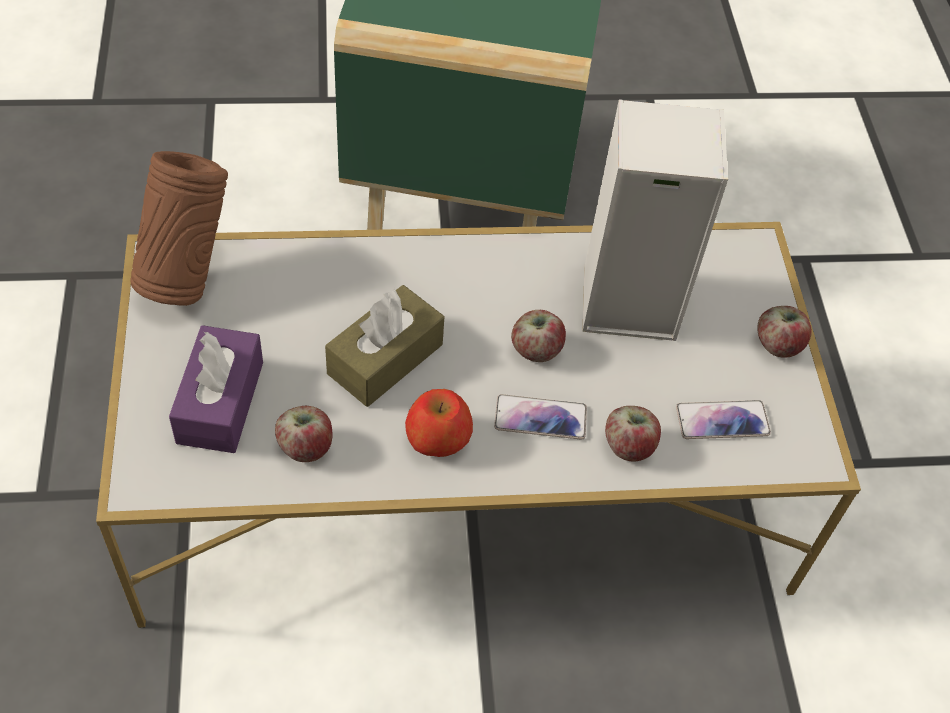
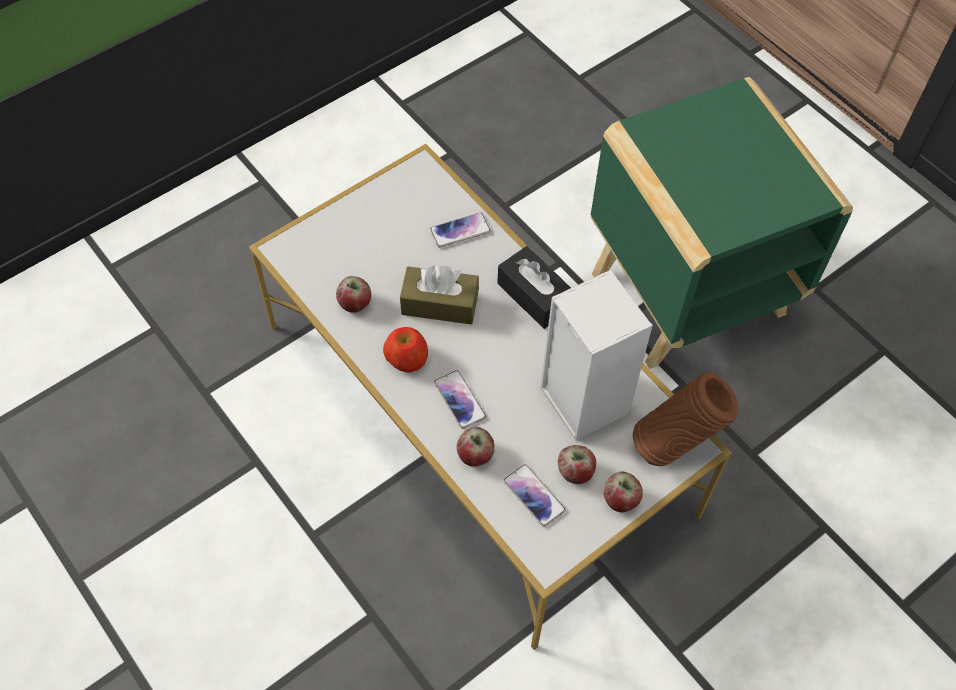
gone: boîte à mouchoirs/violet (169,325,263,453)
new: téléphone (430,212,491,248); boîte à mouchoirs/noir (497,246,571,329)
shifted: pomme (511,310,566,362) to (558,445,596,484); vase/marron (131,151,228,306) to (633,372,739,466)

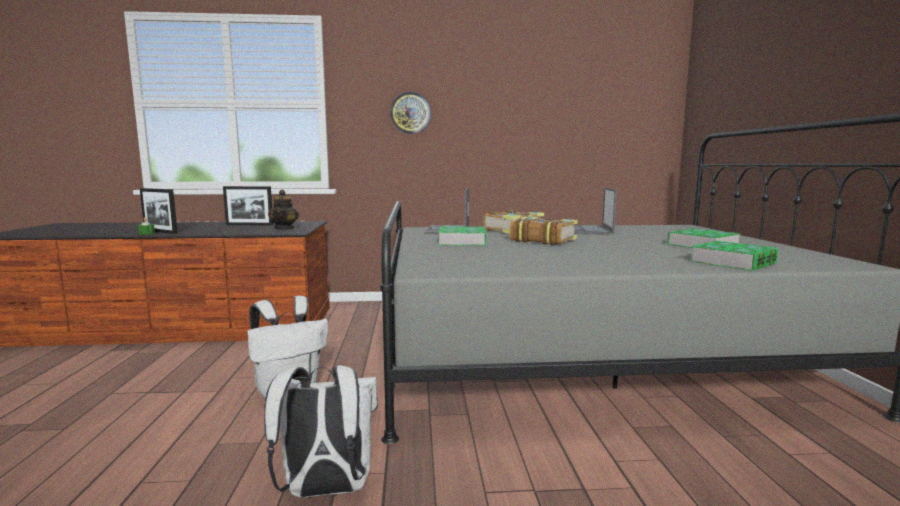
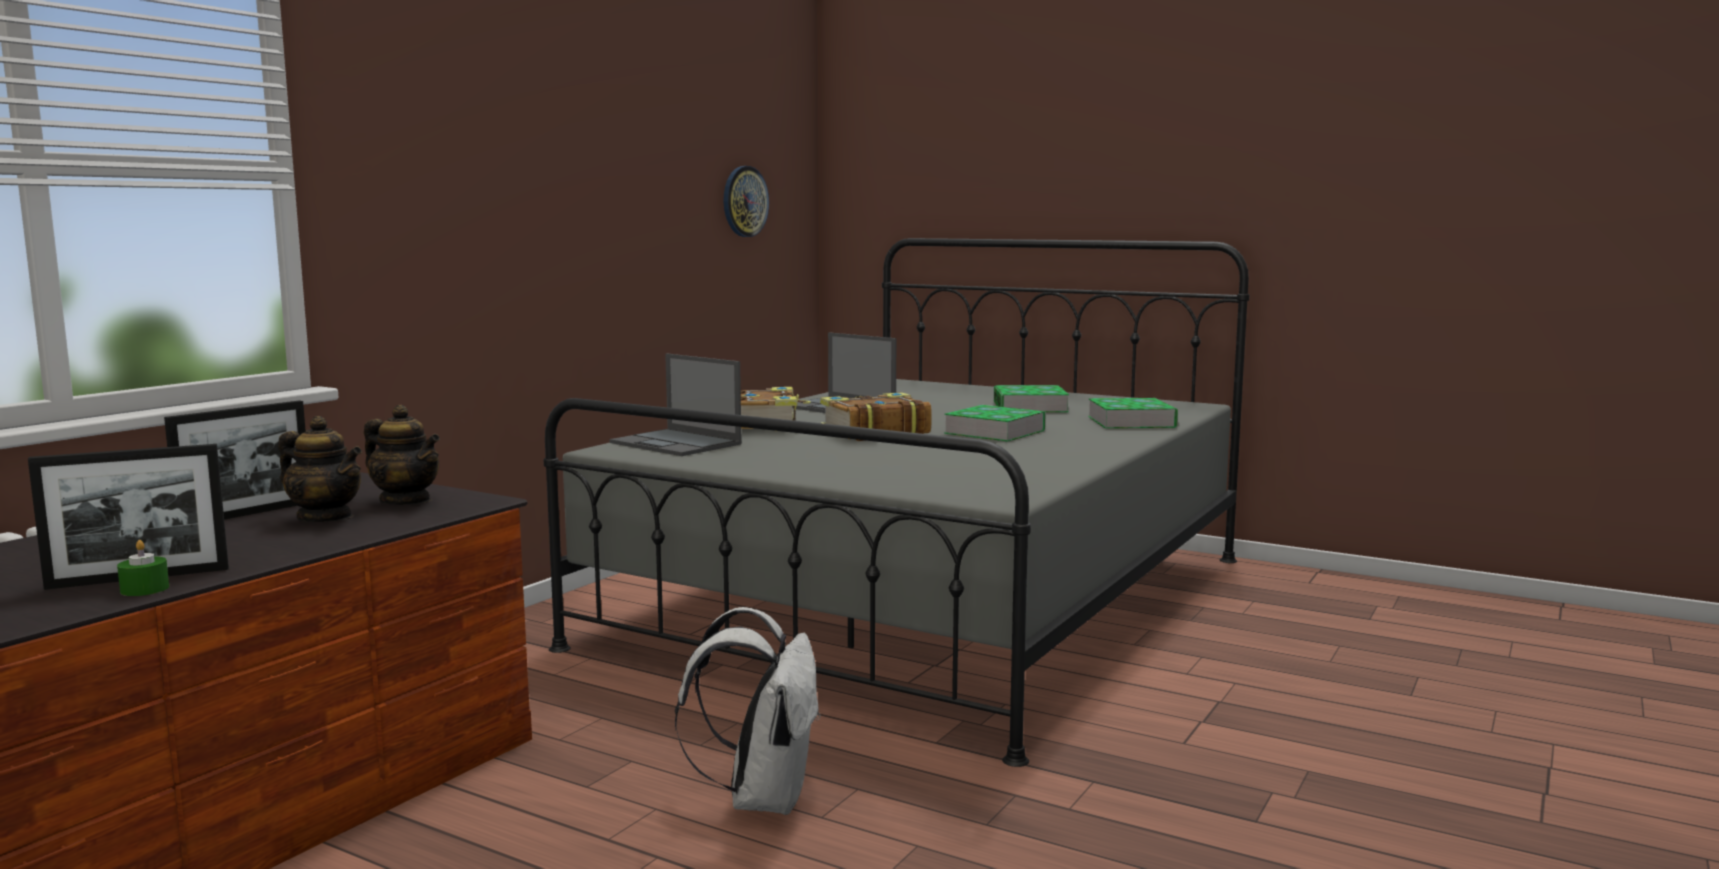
gone: sac à dos/blanc (264,365,378,498)
new: théière (278,416,362,522)
shifted: horloge murale (390,92,431,134) to (724,166,769,237); livre (438,227,487,245) to (944,405,1046,442)

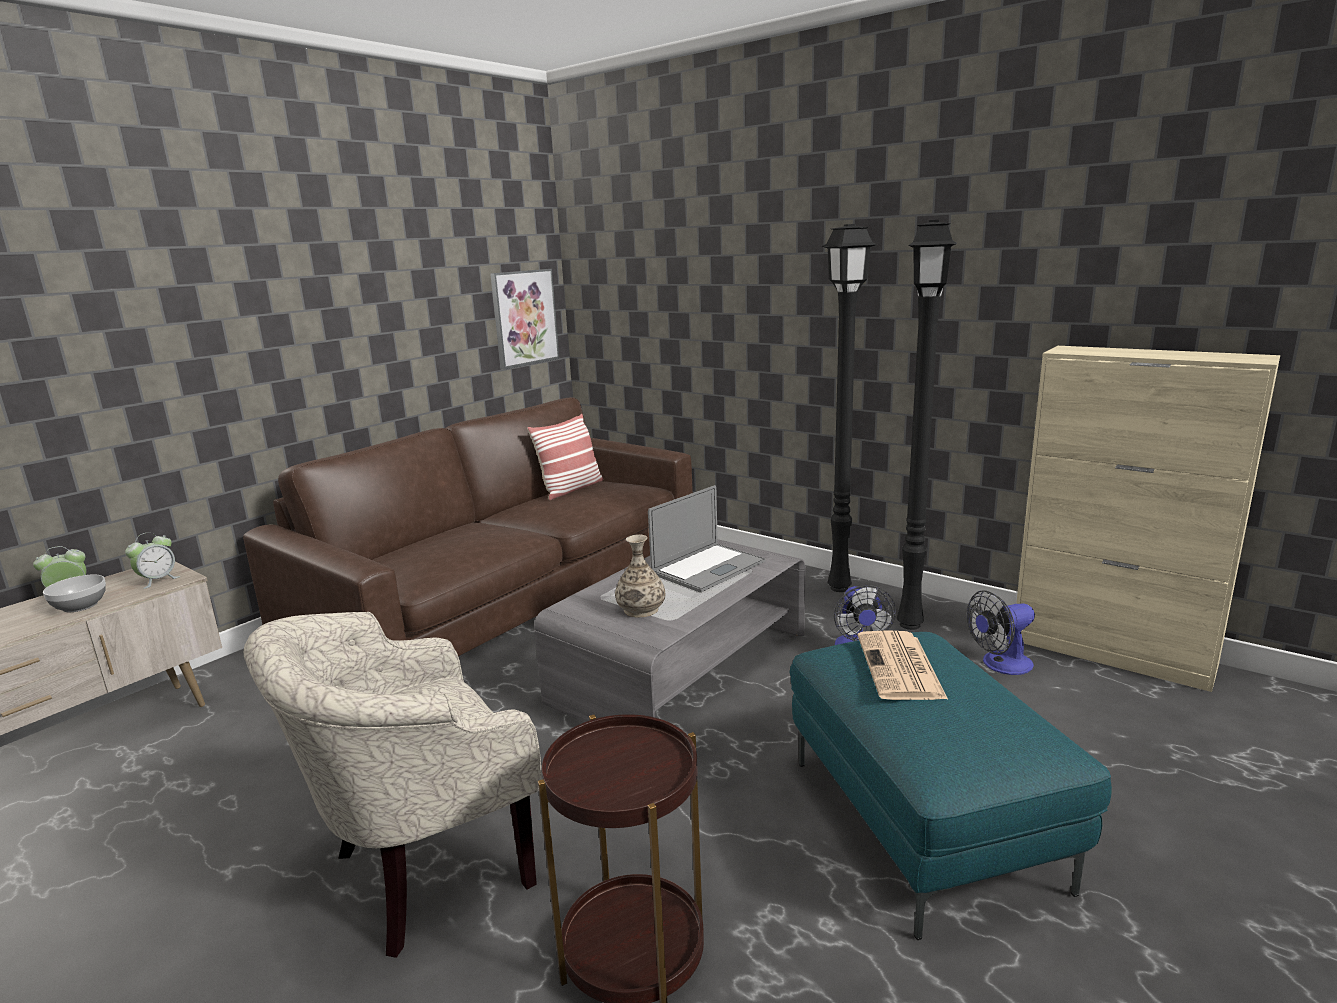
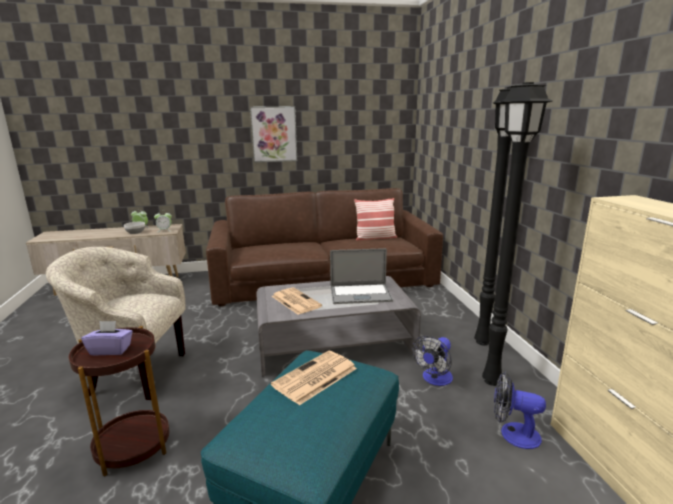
new: boîte à mouchoirs/violet (81,321,133,355)
shifted: tableau (490,269,560,370) to (250,106,297,162)
swapped: vase (615,534,665,617) to journal (272,288,322,315)

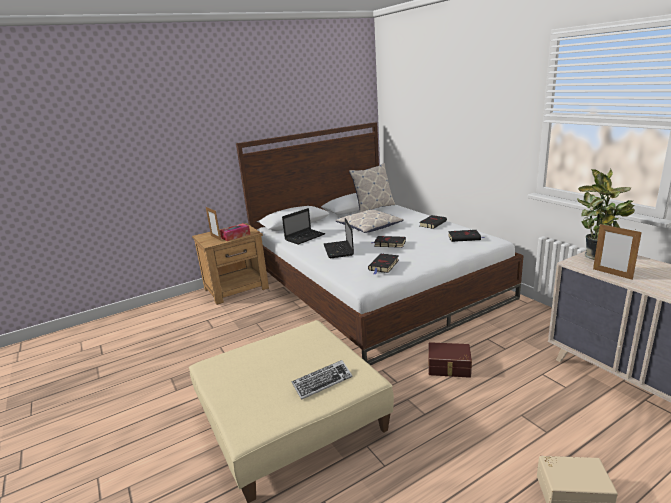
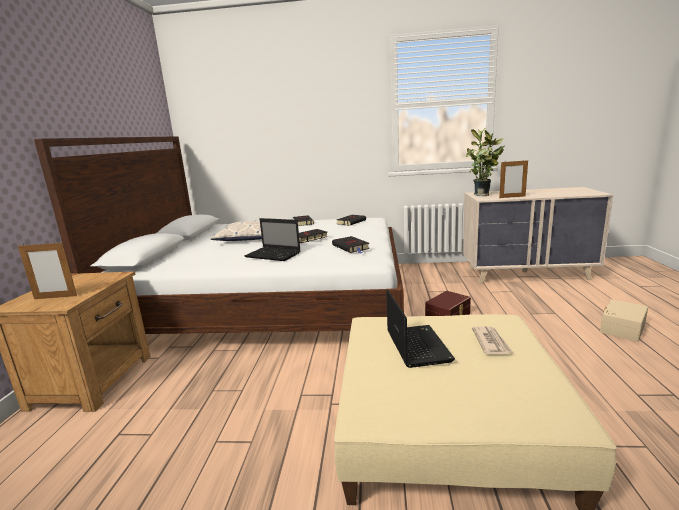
gone: boîte à mouchoirs (220,223,250,241); coussin (349,163,395,212)
shifted: ordinateur portable (282,208,325,245) to (386,289,455,368)
swapped: clavier (292,360,352,400) to journal (472,326,513,354)

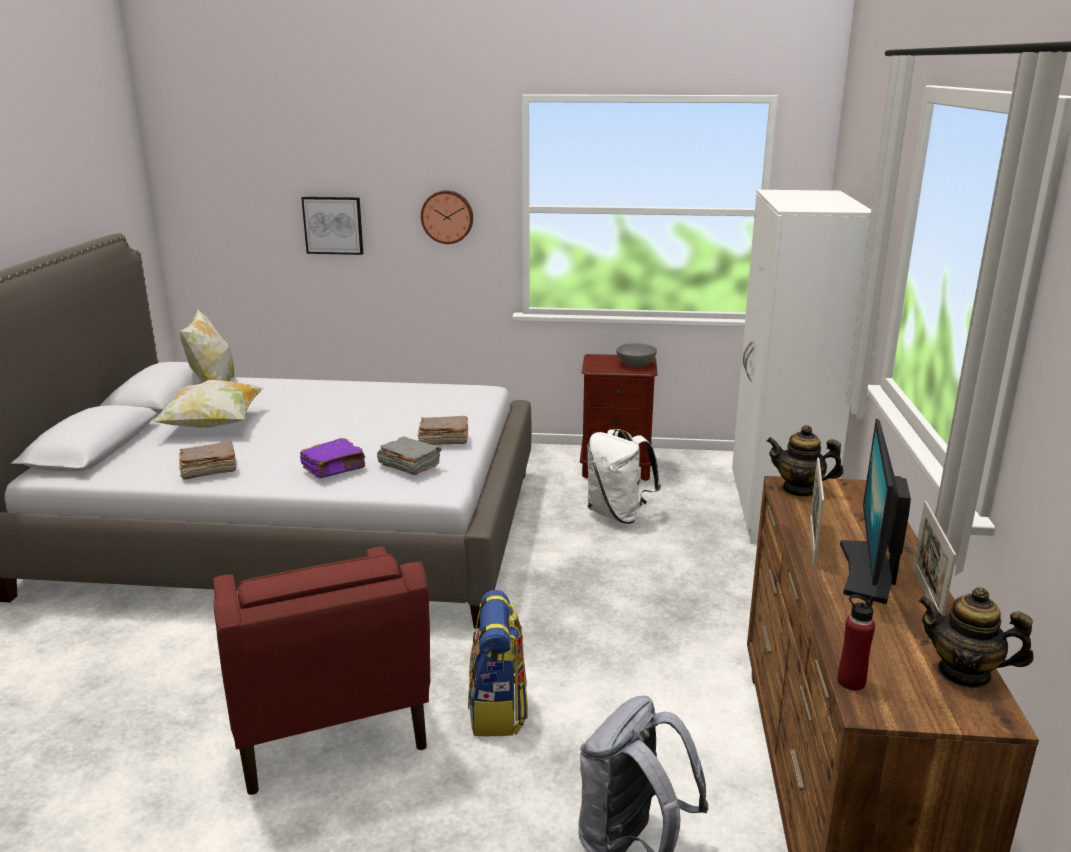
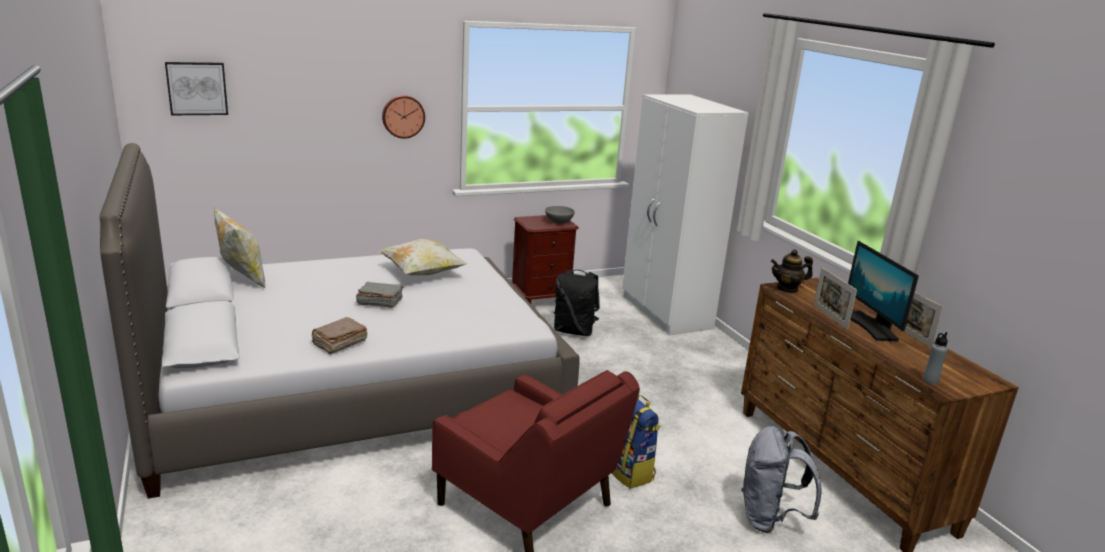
gone: livre/violet (300,438,365,478); livre/marron (418,416,468,445); théière (918,587,1034,689)
shifted: tableau (301,197,364,255) to (165,62,228,115); livre/gris (377,437,442,475) to (356,282,403,308); coussin (152,380,264,428) to (379,239,467,275)
repainted: sac à dos/blanc (587,429,661,524) to sac à dos/noir (554,270,600,336); bouteille/rouge (837,595,875,690) to bouteille/gris (923,332,948,384)

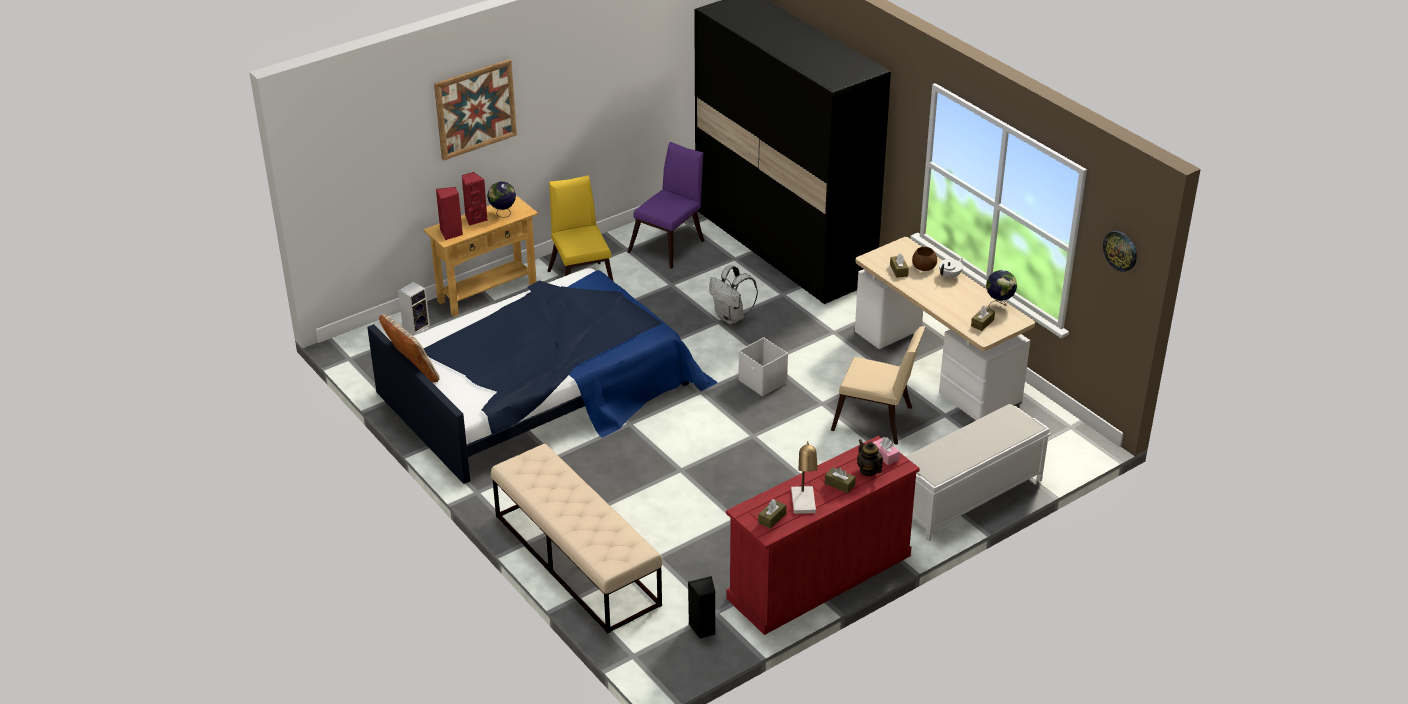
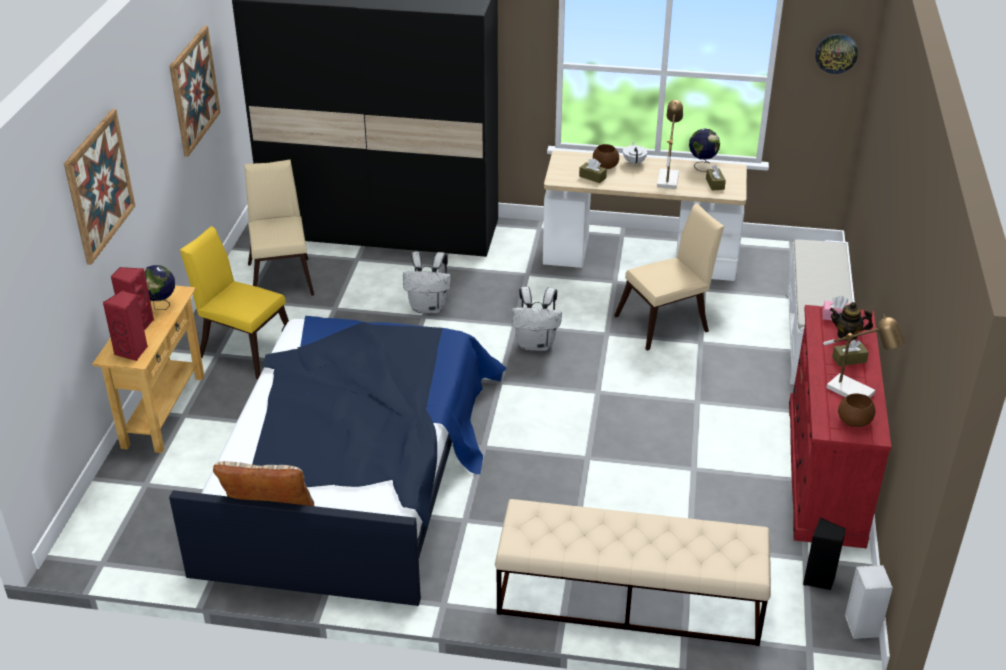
new: tableau (169,25,221,157); lampe de table (657,100,683,189)
shifted: enceinte (398,282,430,336) to (845,565,893,639)
swapped: boîte de rangement/blanc (738,337,788,396) to sac à dos/blanc (512,287,562,351); boîte à mouchoirs/marron (758,499,786,529) to bol/marron (838,393,875,427)
repainted: chaise/violet (627,142,704,269) to chaise/beige (244,160,314,296)

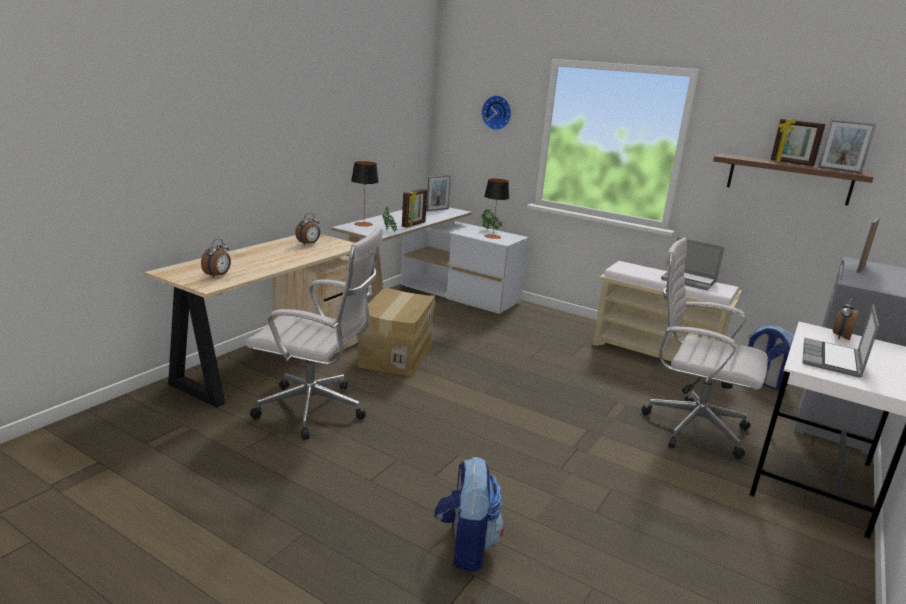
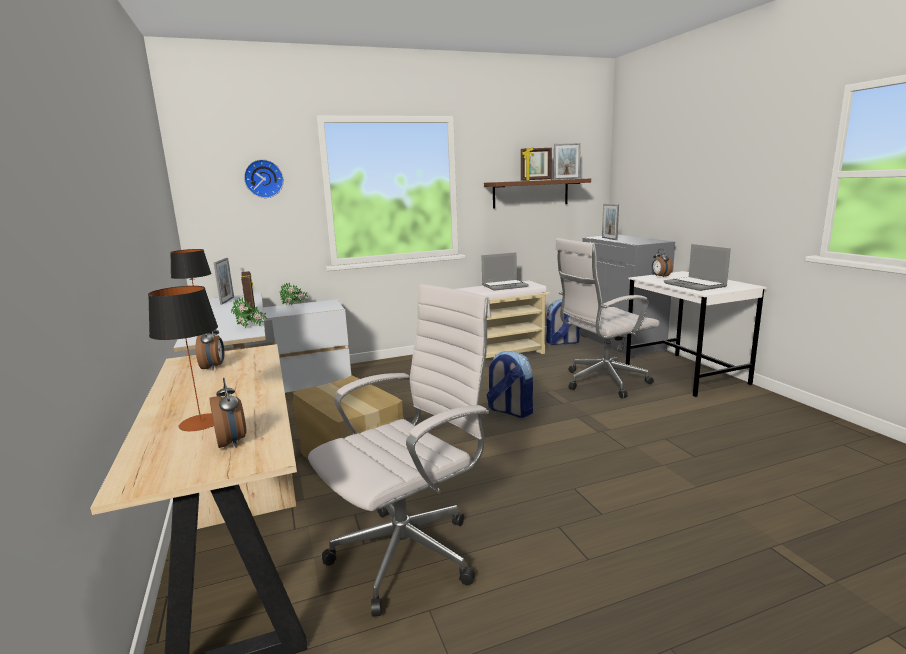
shifted: lampe de table (484,179,509,239) to (148,286,218,431); sac à dos (434,457,504,572) to (487,351,533,418)

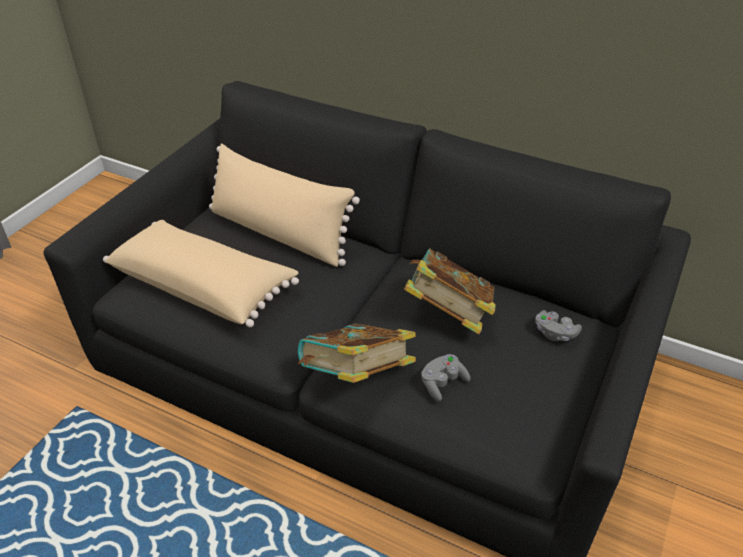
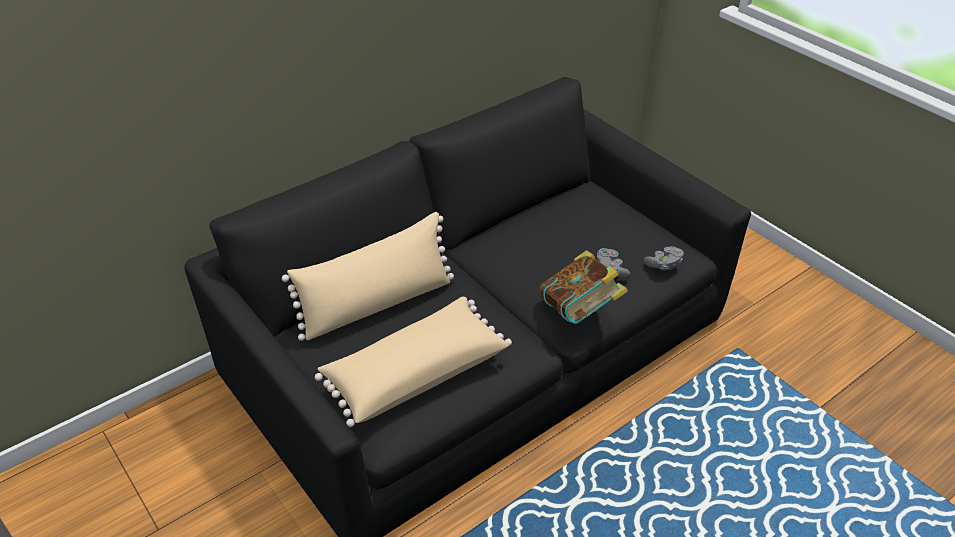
gone: livre (404,248,496,335)
shifted: manette/gris (535,310,582,341) to (644,246,684,270)

